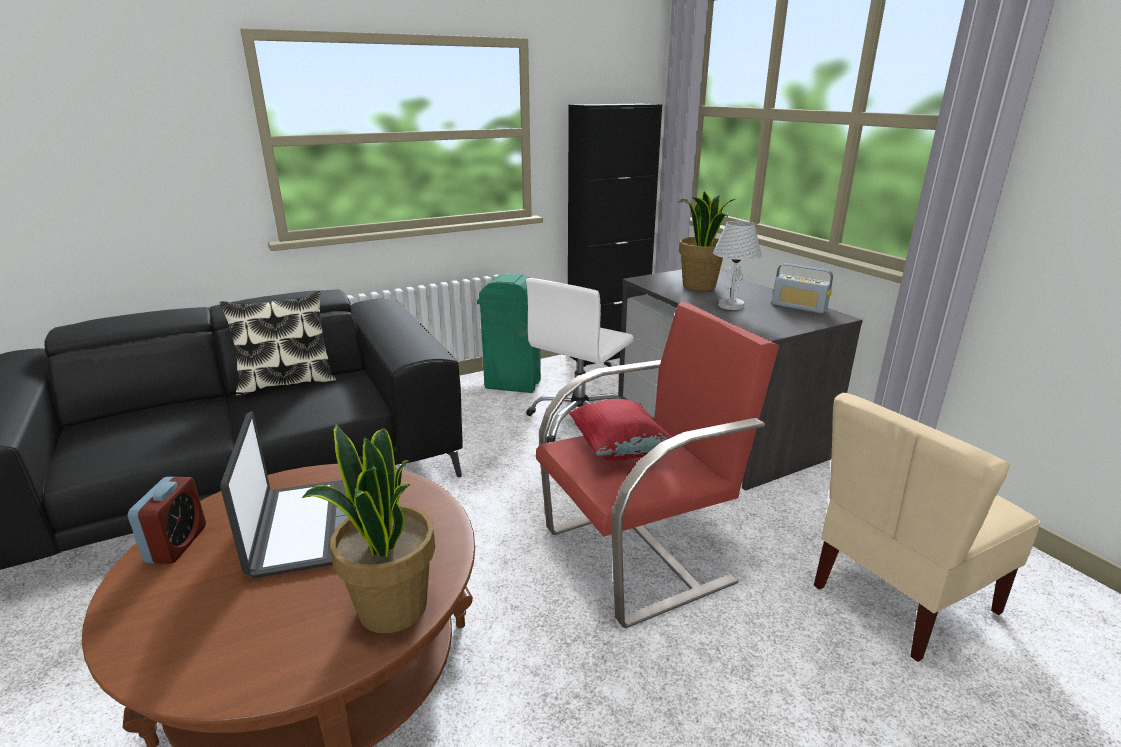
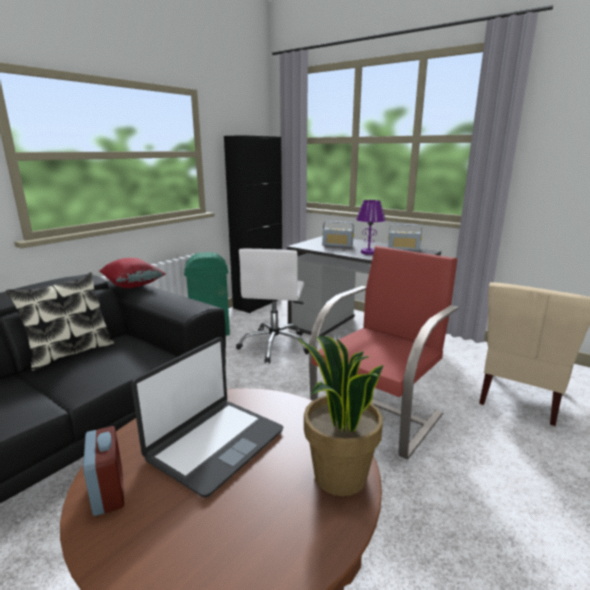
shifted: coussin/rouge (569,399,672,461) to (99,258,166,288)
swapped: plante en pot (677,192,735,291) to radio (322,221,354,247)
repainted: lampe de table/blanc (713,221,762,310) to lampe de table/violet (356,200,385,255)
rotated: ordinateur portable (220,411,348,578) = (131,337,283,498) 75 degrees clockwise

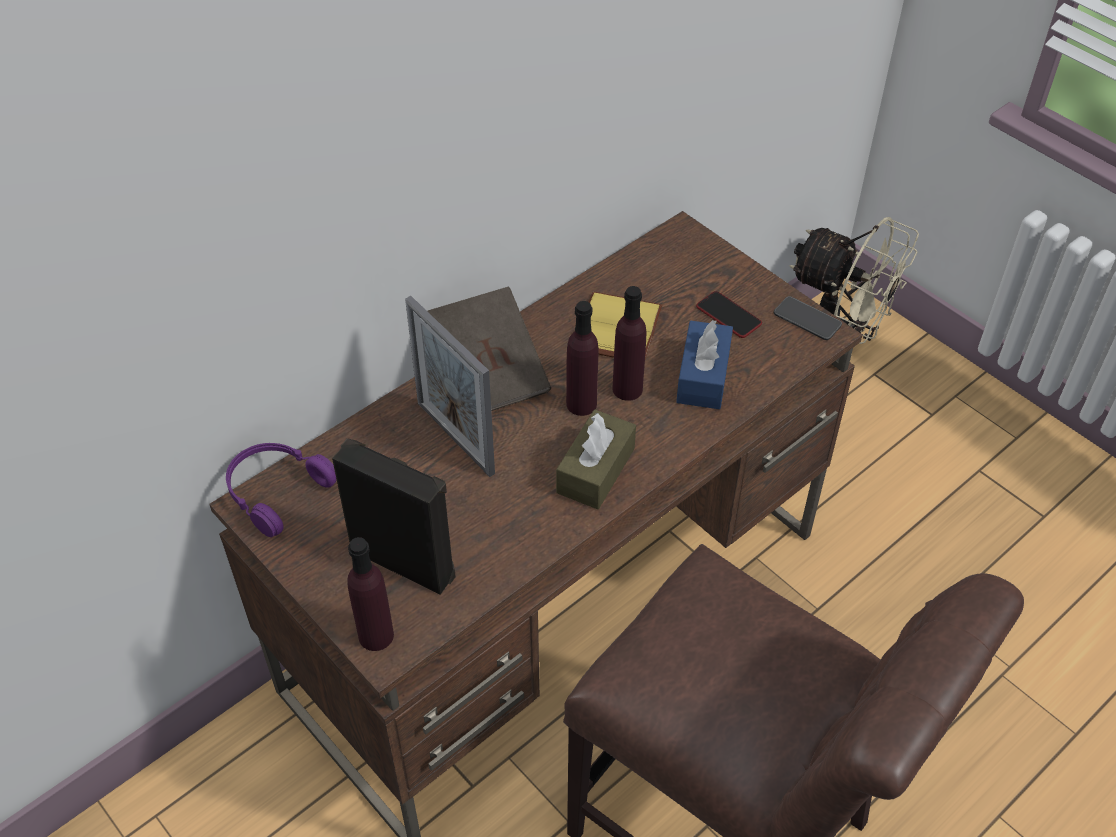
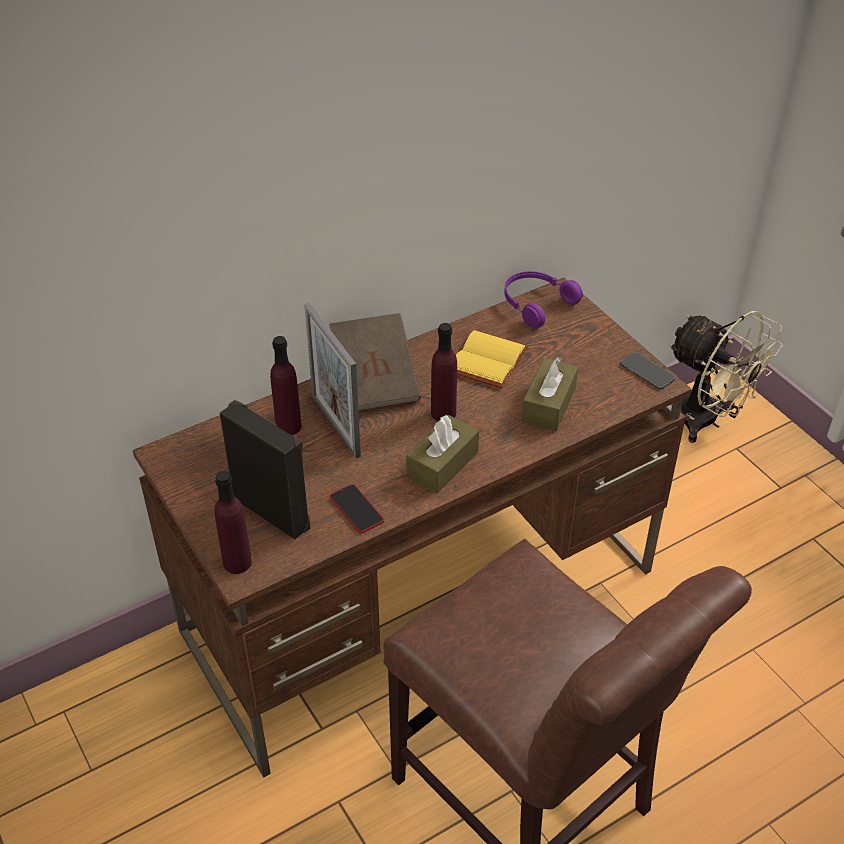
shifted: bouteille/violet (612,286,646,401) to (270,336,301,435); téléphone (696,291,762,338) to (330,484,384,533); casque audio/violet (226,443,337,537) to (504,271,583,328)
repainted: boîte à mouchoirs/bleu (676,320,733,409) to boîte à mouchoirs/marron (522,357,578,431)

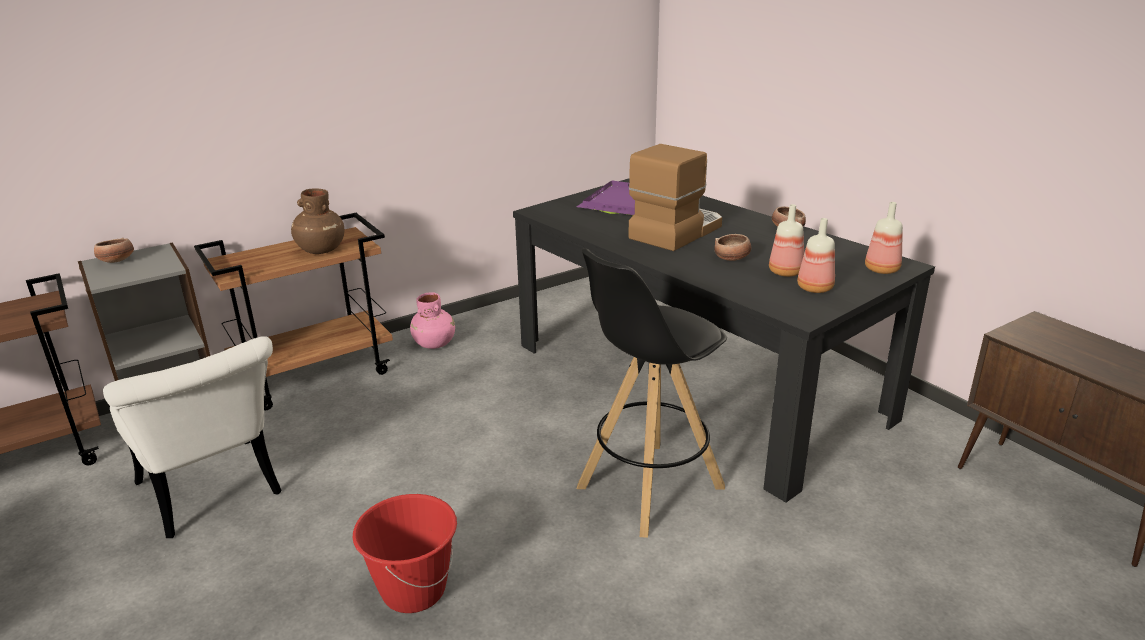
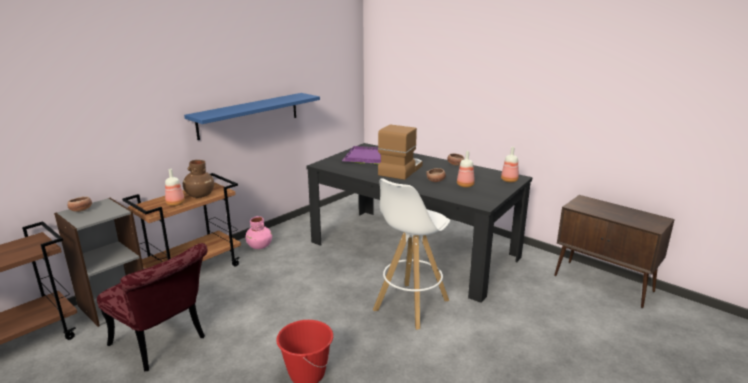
new: étagère/bleu (184,93,320,140)
shifted: bouteille (797,218,835,293) to (165,169,185,206)
repainted: chaise/blanc (103,336,282,538) to chaise/rouge (97,243,207,372); tabouret/noir (577,248,727,537) to tabouret/blanc (373,178,450,330)

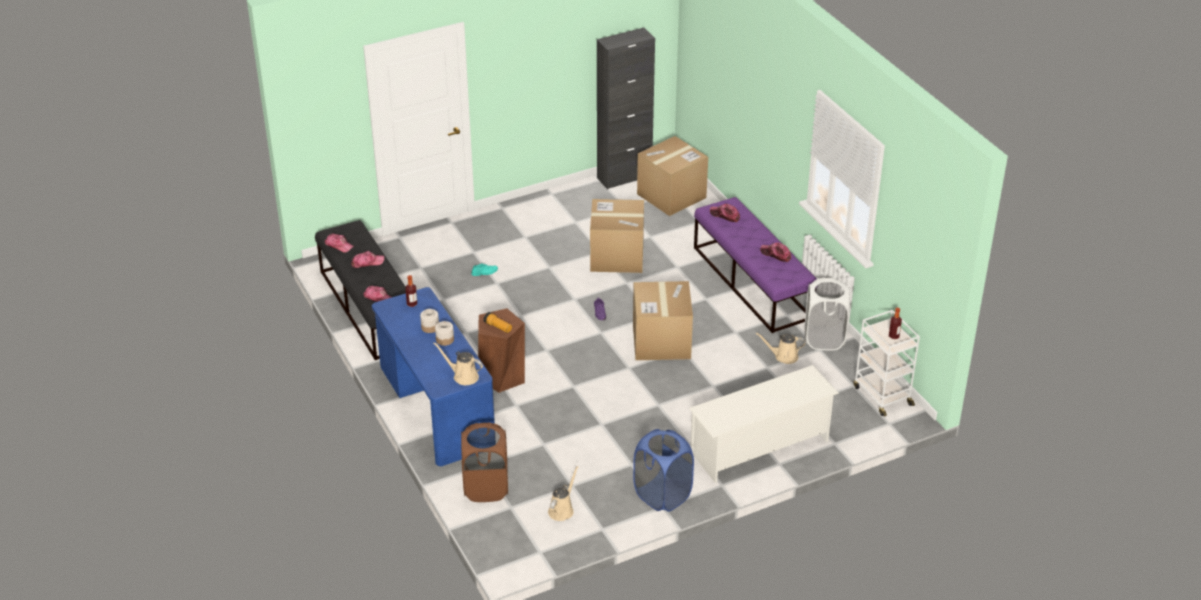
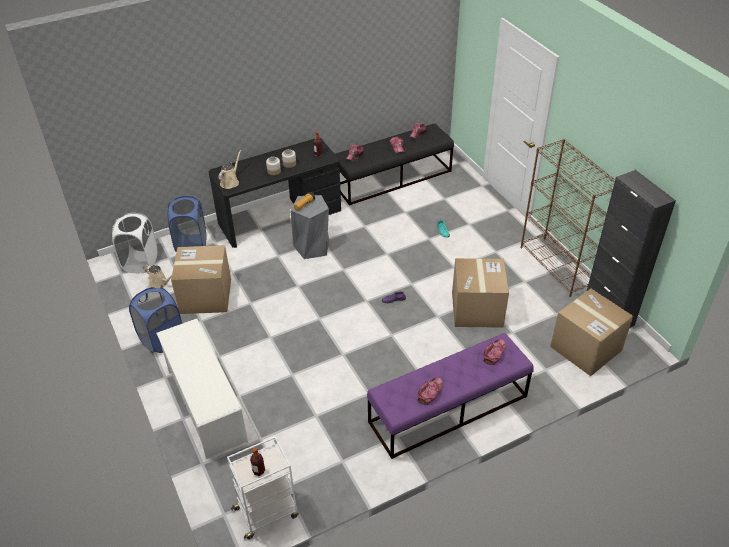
gone: arrosoir/beige (756,333,805,364)
new: bibliothèque/marron (521,139,615,297)
shifted: panier à linge/blanc (805,278,850,350) to (112,213,157,273); carton (633,281,693,360) to (171,245,231,314)
repainted: panier à linge/marron (461,422,508,502) to panier à linge/bleu (167,196,206,252); bureau/bleu (372,287,495,466) to bureau/noir (209,138,341,248); tabouret/marron (478,308,525,393) to tabouret/gris (290,195,329,259)

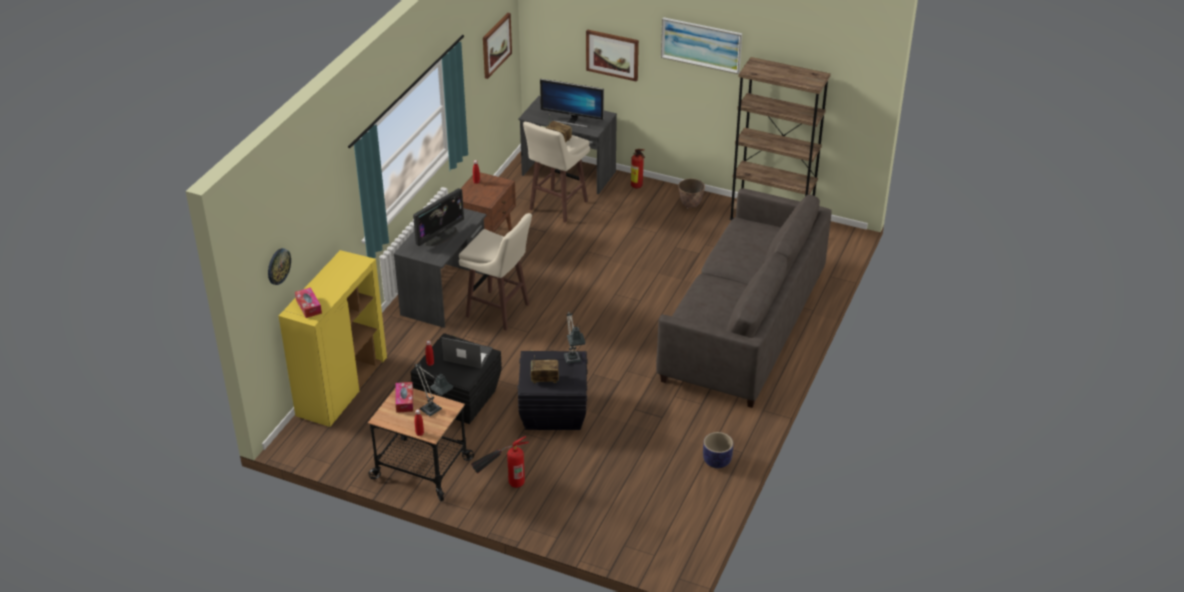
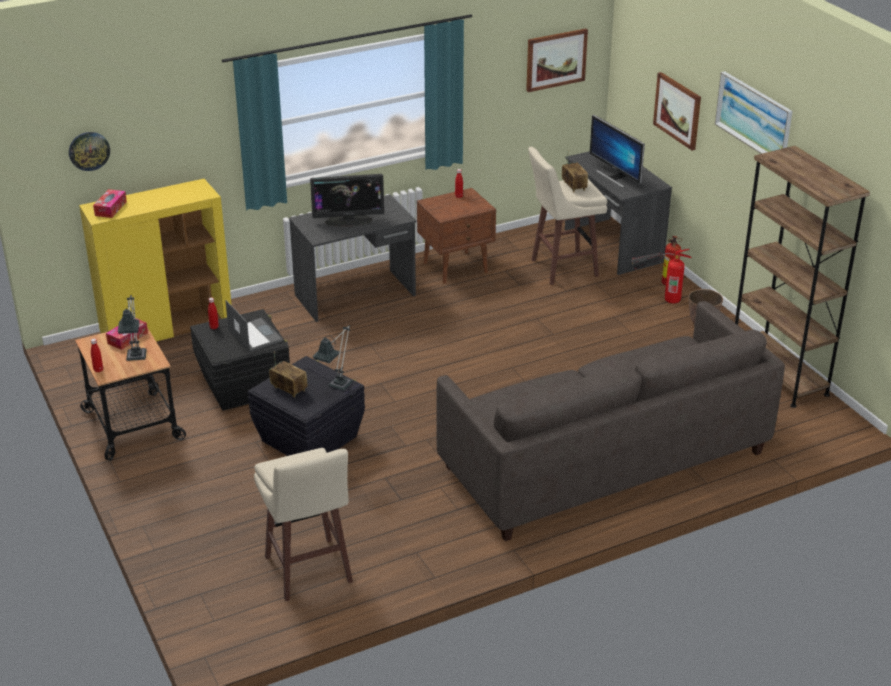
gone: cache-pot (703,432,733,468)
shifted: tabouret/beige (459,213,532,331) to (254,448,353,601); extincteur (471,436,529,488) to (632,249,692,304)

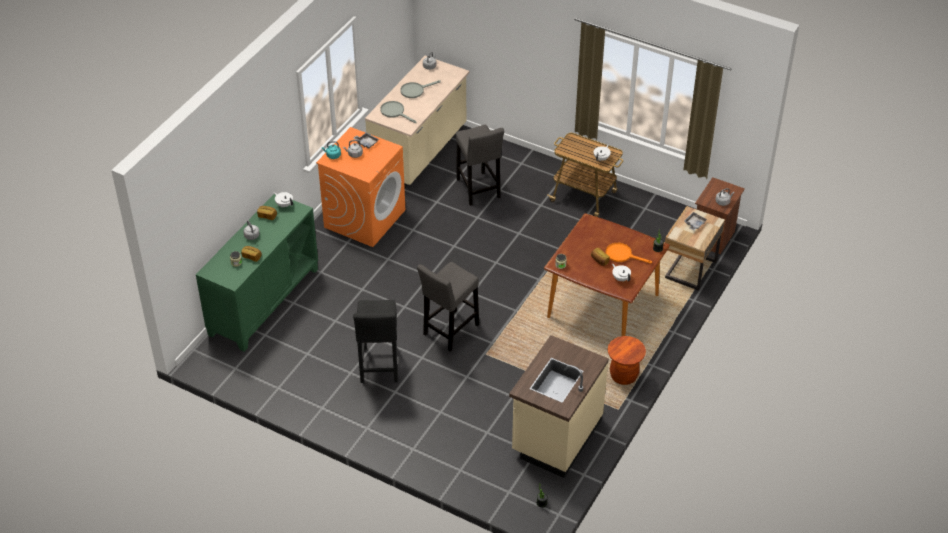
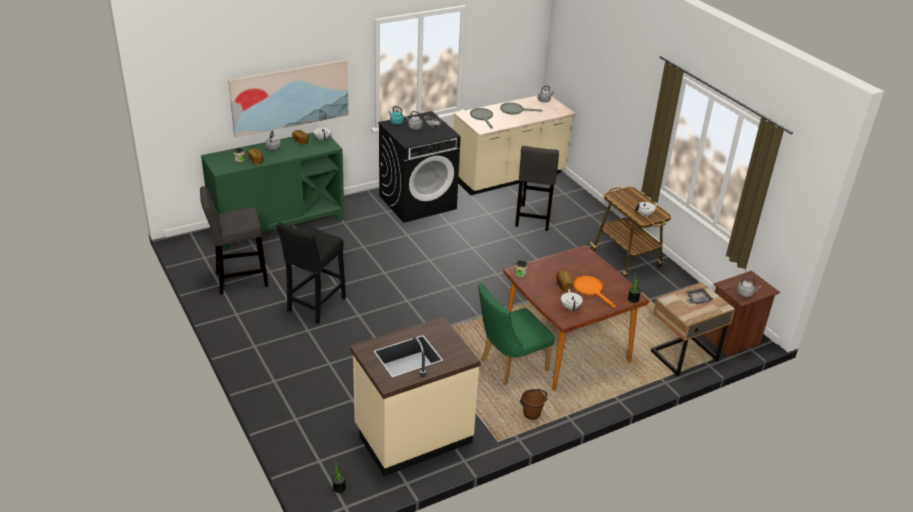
new: tableau (228,59,349,138); chaise/vert (478,283,555,385)
shifted: tabouret/gris (417,262,479,351) to (200,186,268,294)
swapped: tabouret/marron (607,336,646,385) to seau/marron (520,389,547,420)
repainted: lave-linge/orange (316,127,405,247) to lave-linge/noir (378,111,461,223)

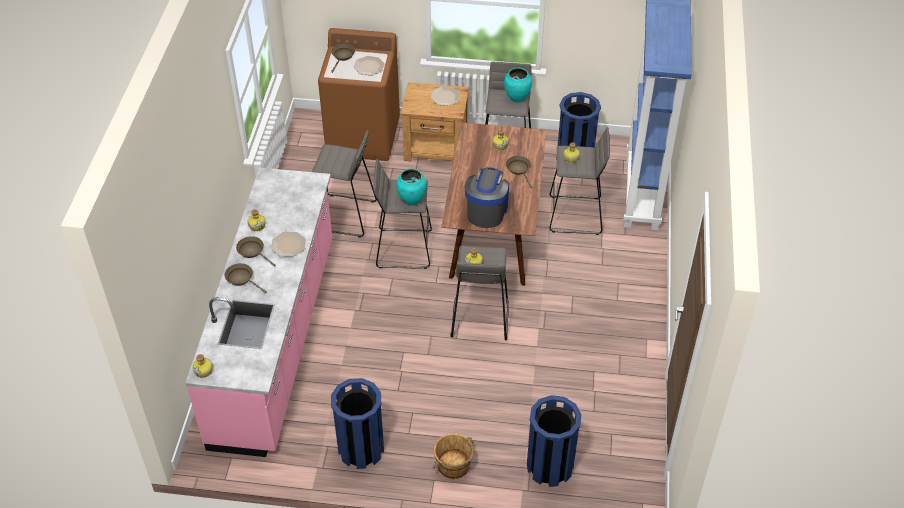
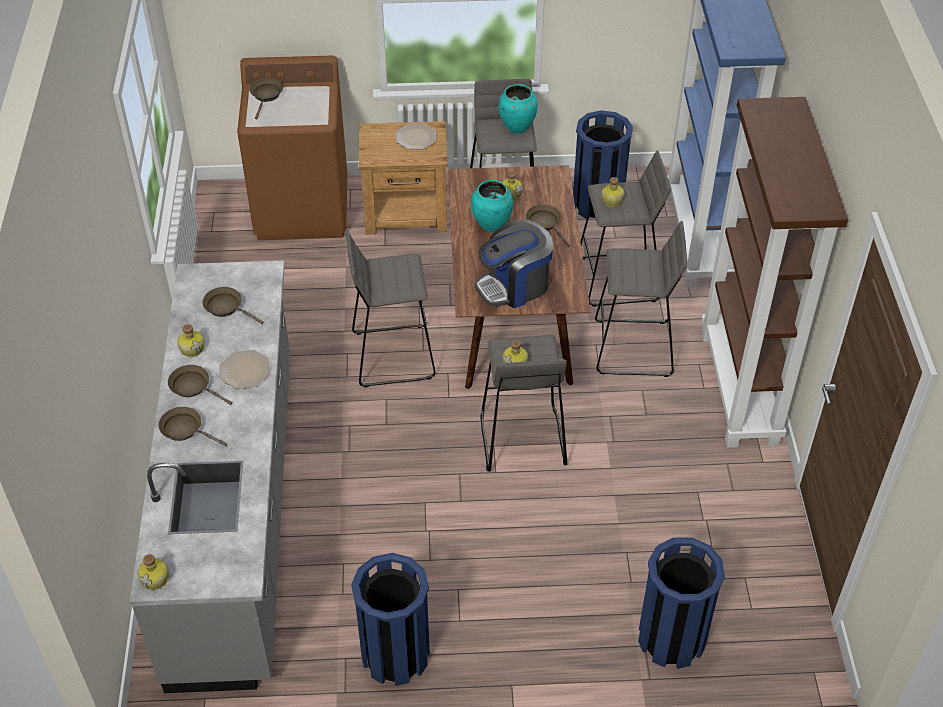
gone: assiette (354,56,385,76); seau/marron (433,434,474,479)
new: poêle/marron (202,287,263,324); bibliothèque/marron (701,97,848,448)
shifted: vase/turquoise (396,168,427,205) to (471,180,513,232); tabouret/gris (312,131,377,238) to (595,221,687,377)
repainted: comptoir de cuisine/rose (185,168,332,457) to comptoir de cuisine/gris (130,261,290,693)
rotated: machine à café (465,167,509,228) = (475,219,553,308) 120 degrees counterclockwise

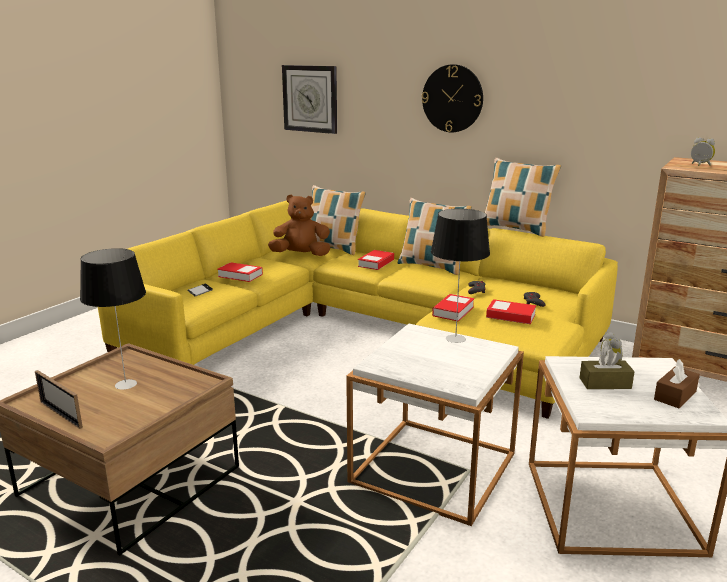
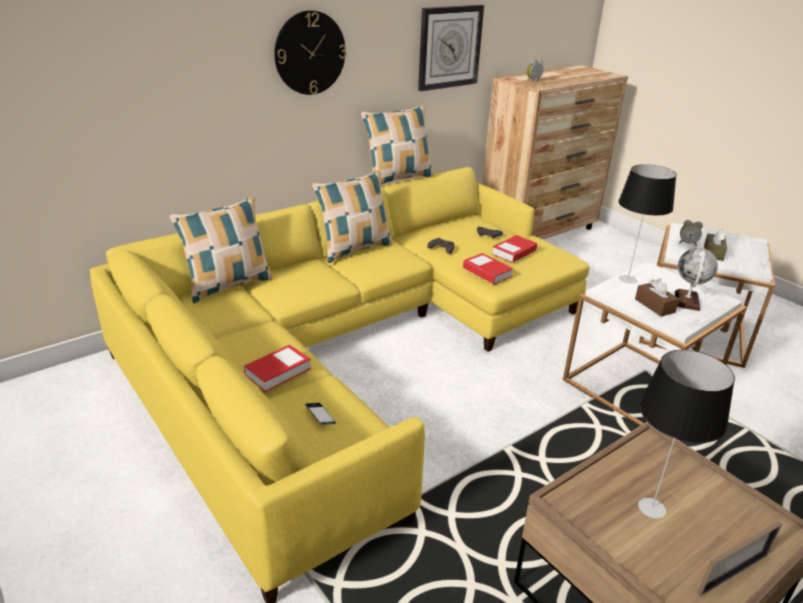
gone: peluche/marron (268,195,331,256); livre (358,250,394,270)
new: globe (675,248,718,311)
shifted: horloge murale (282,65,337,134) to (418,5,484,91); boîte à mouchoirs/marron (654,359,700,408) to (635,278,679,316)

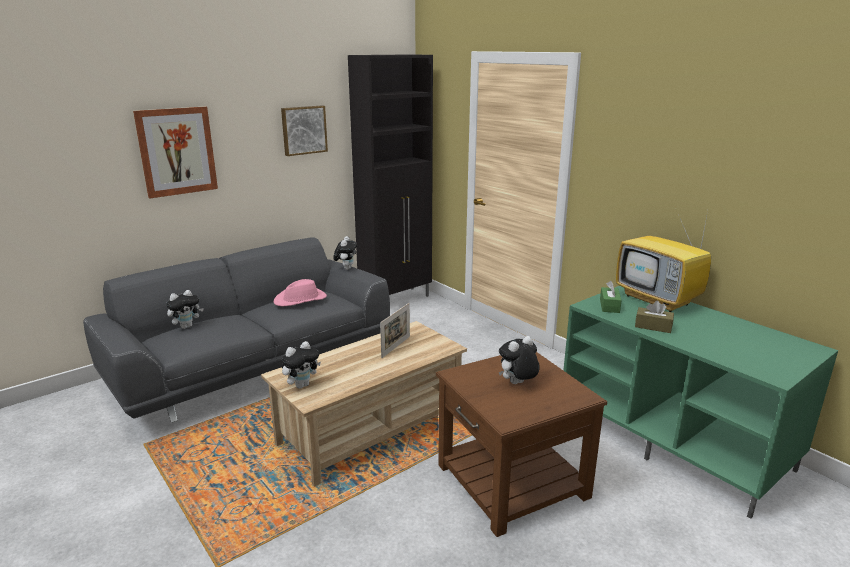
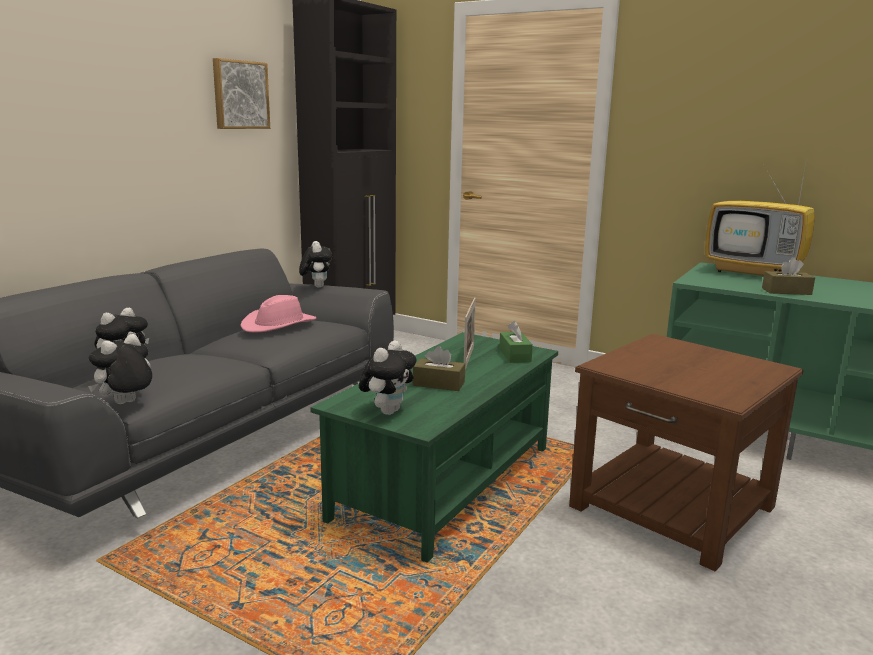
gone: tableau (133,106,218,198)
new: boîte à mouchoirs/marron (413,346,465,391)
shifted: peluche (499,336,540,384) to (88,334,152,404); boîte à mouchoirs/vert (600,281,622,313) to (499,321,533,363)
repainted: table basse/beige (261,321,467,487) to table basse/vert (310,332,558,563)

